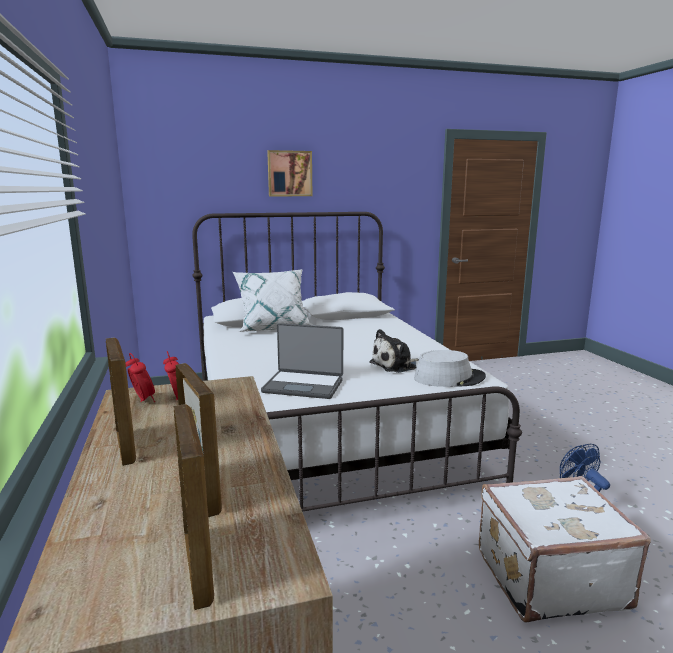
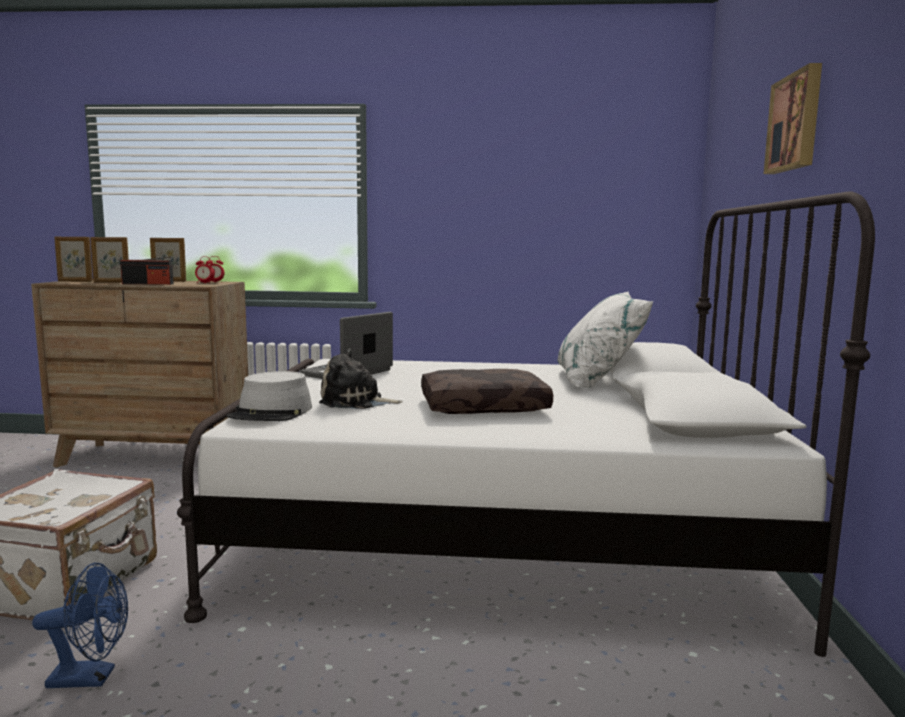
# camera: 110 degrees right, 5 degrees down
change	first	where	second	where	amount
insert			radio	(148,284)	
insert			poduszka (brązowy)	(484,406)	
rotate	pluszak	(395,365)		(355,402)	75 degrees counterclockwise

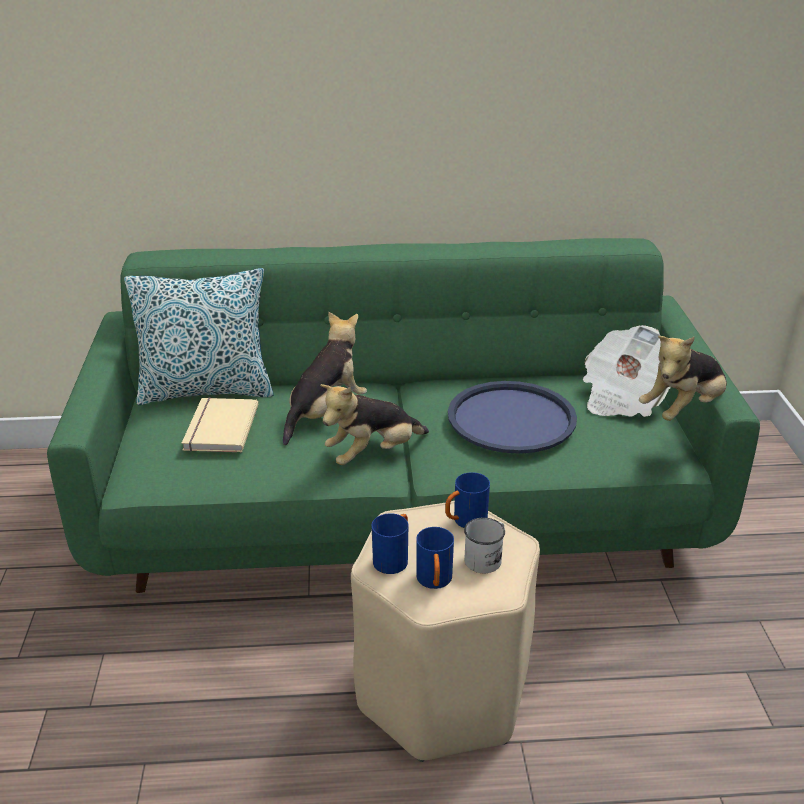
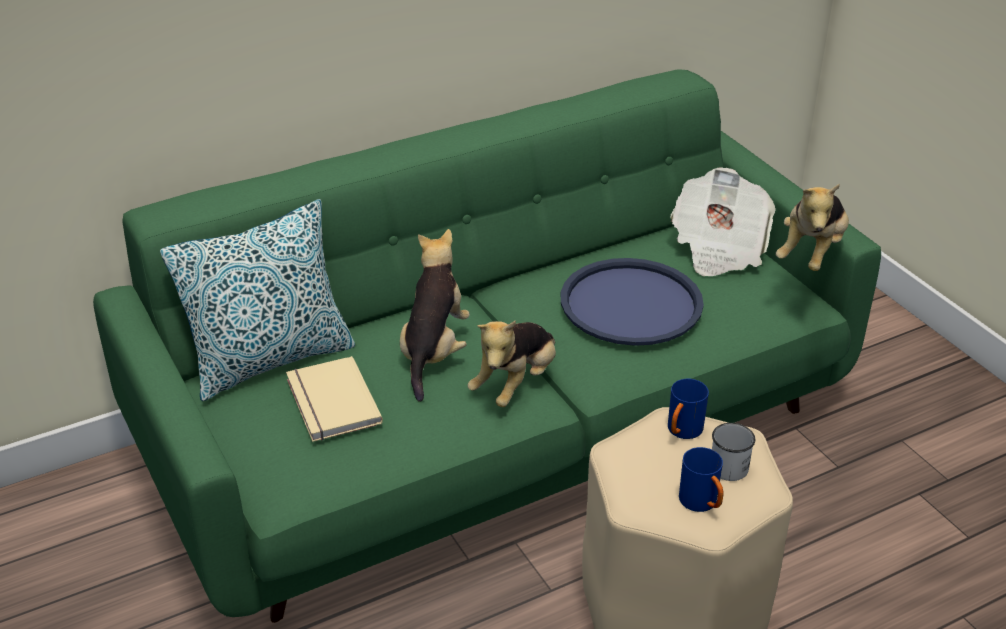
# camera: 25 degrees left, 5 degrees up
change	first	where	second	where	amount
delete	kubek (niebieski)	(394,558)			

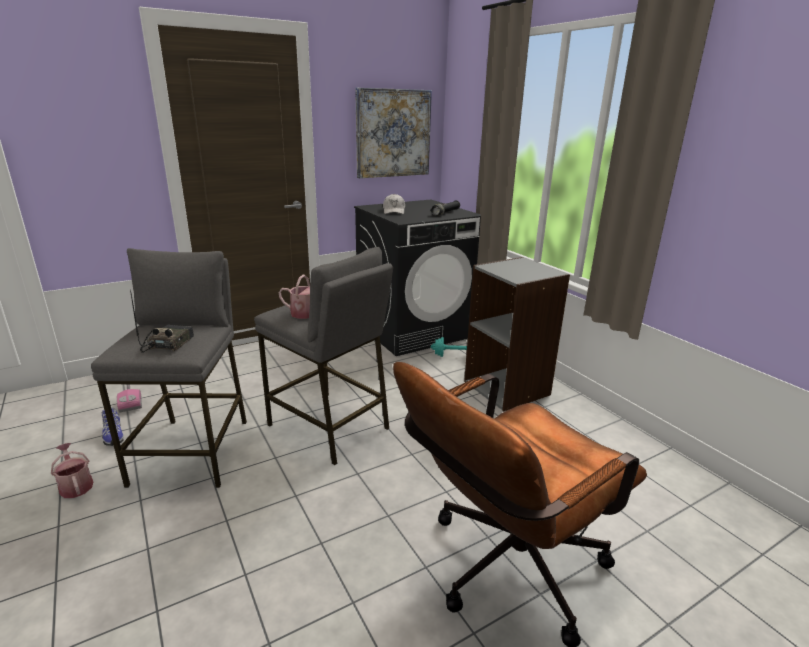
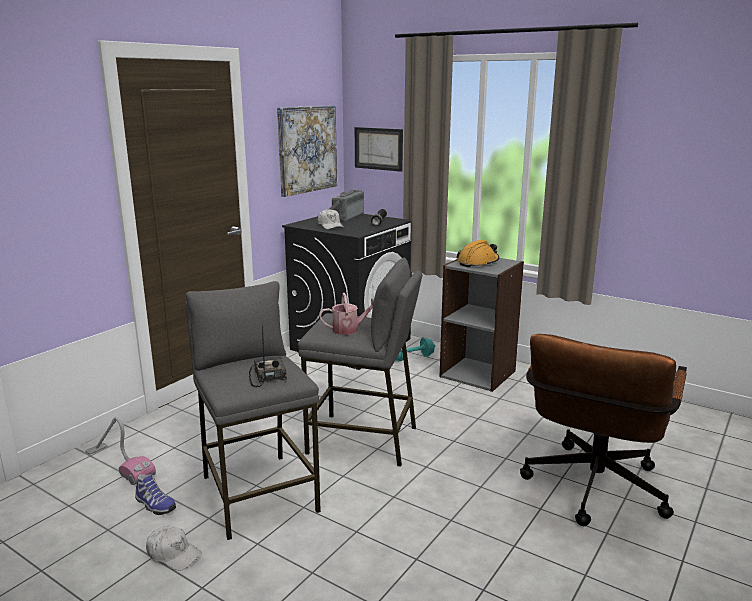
# camera: 25 degrees left, 5 degrees down
change	first	where	second	where	amount
insert			radio	(346,217)	
insert			obraz	(378,148)	
insert			kask (pomarańczowy)	(478,262)	
replace	konewka	(75,485)	czapka z daszkiem (biały)	(173,554)	

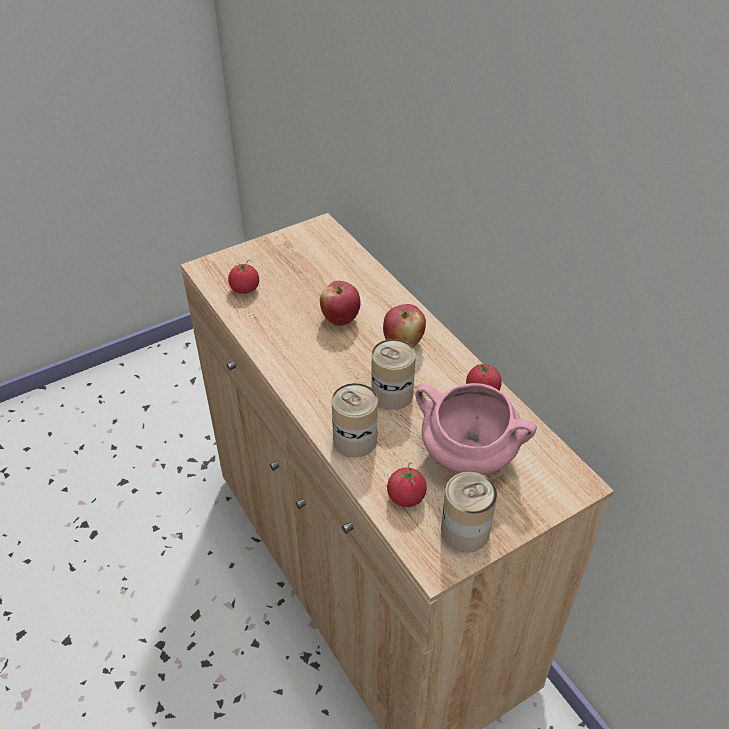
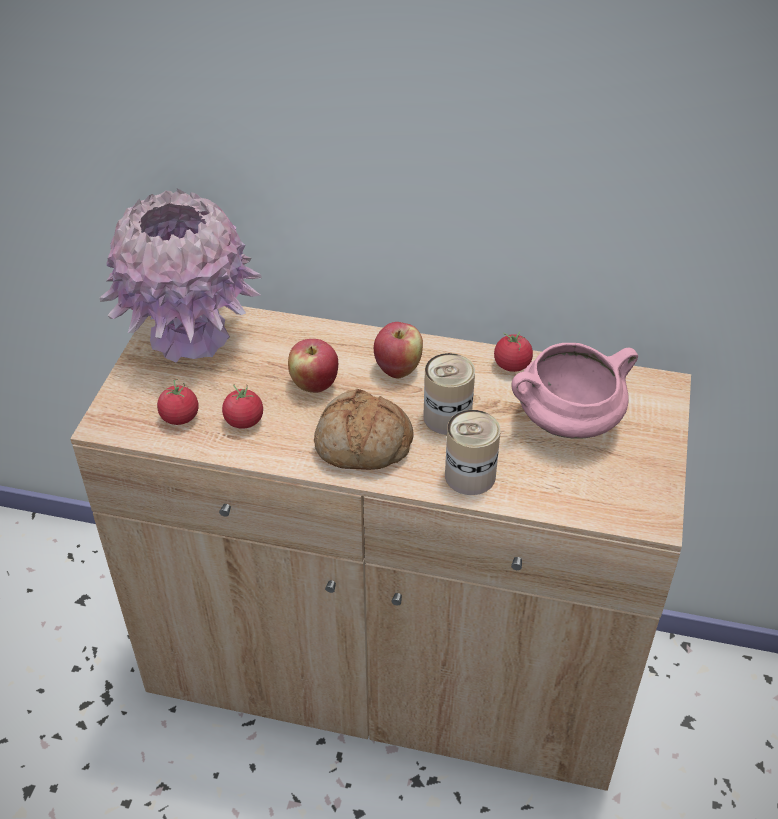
# camera: 45 degrees left, 0 degrees up
change	first	where	second	where	amount
delete	puszka	(465,531)			
insert			wazon (różowy)	(189,335)	
insert			chleb	(362,445)	
move	pomidor	(406,497)		(244,421)	

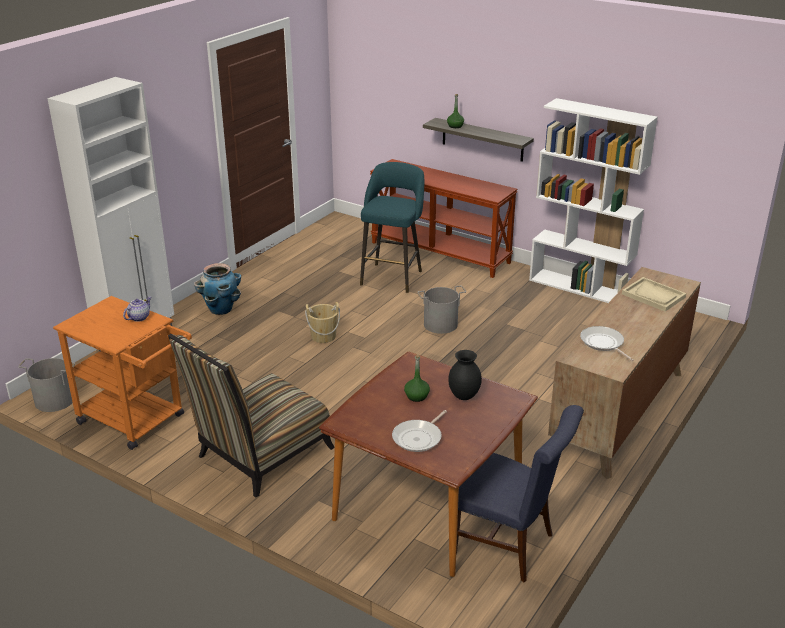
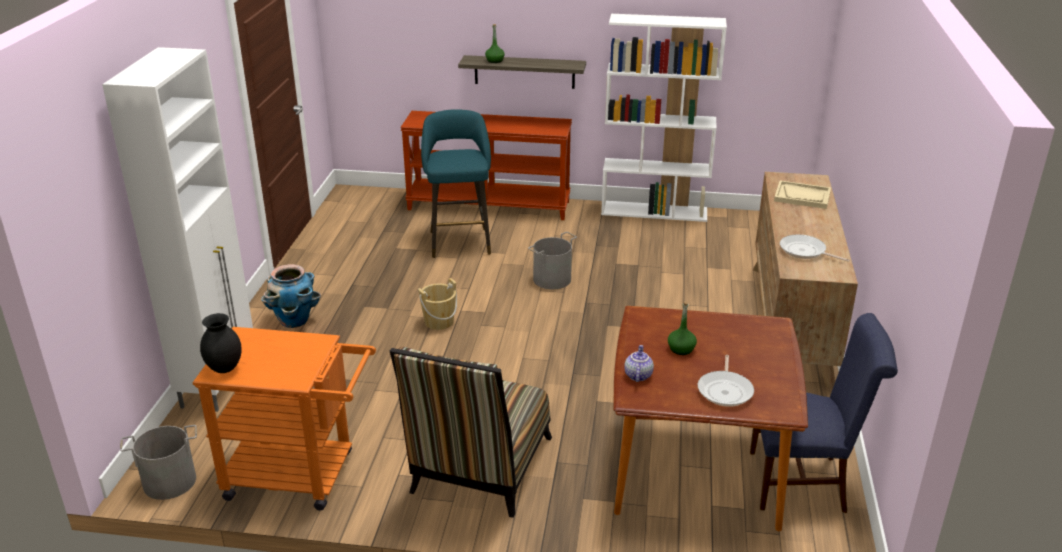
# camera: 25 degrees left, 0 degrees up
change	first	where	second	where	amount
move	imbryk	(139,317)		(637,375)	
move	wazon (czarny)	(463,396)		(224,369)	

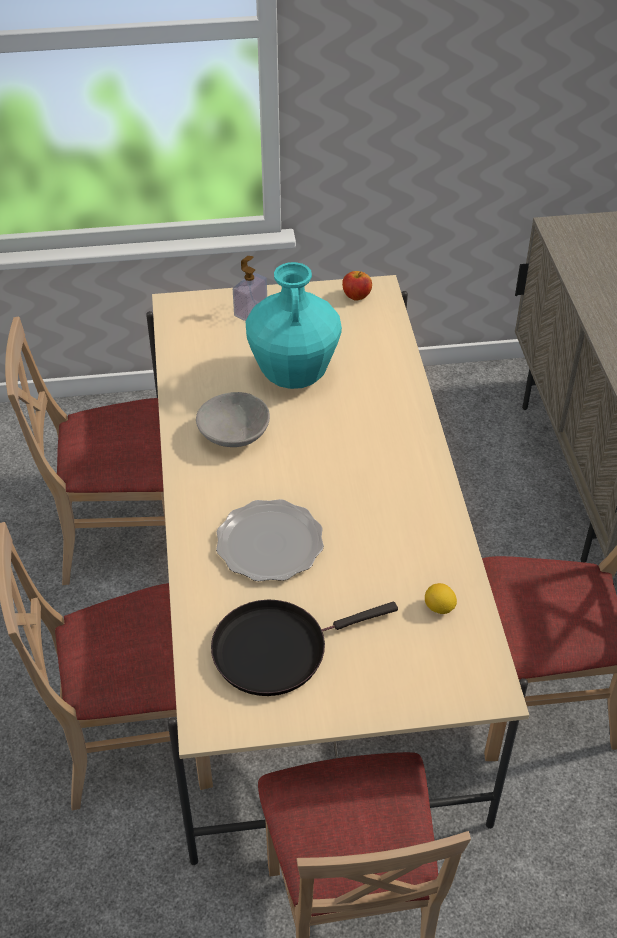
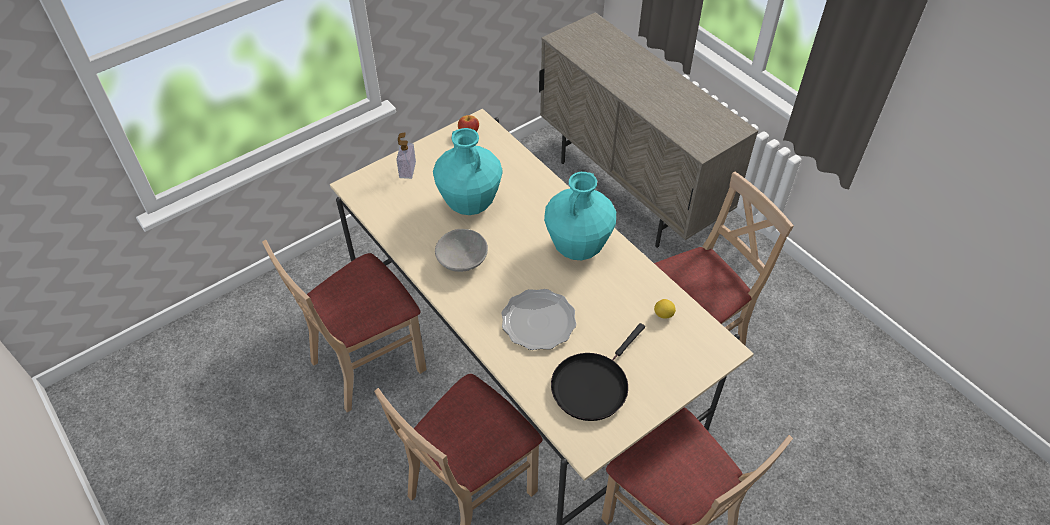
# camera: 30 degrees left, 5 degrees up
change	first	where	second	where	amount
insert			wazon (turkusowy)	(578,247)	

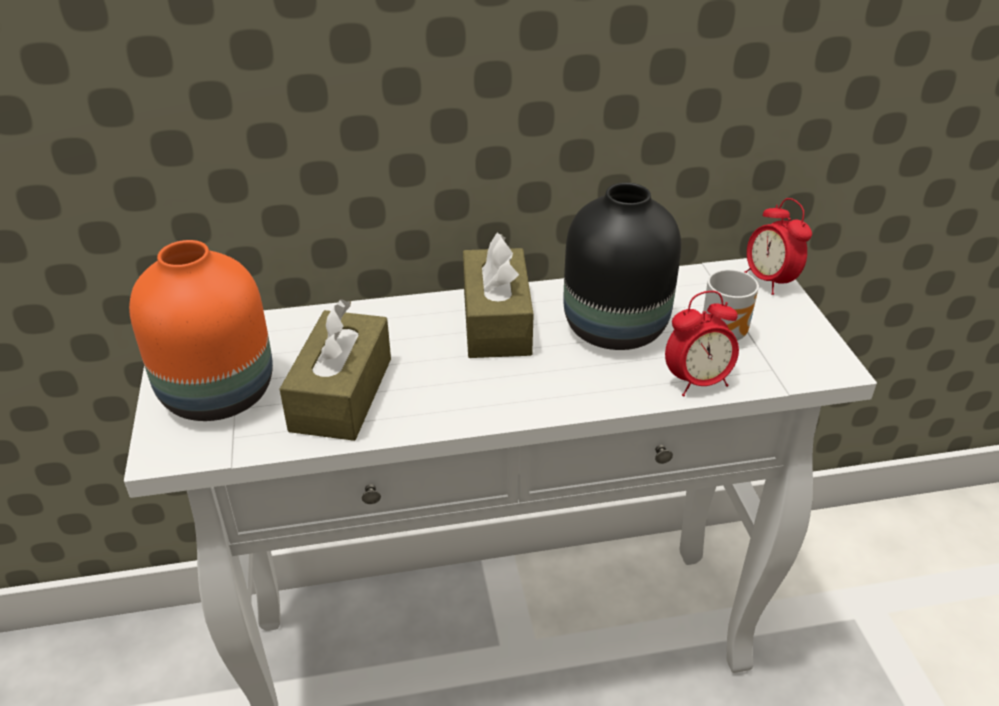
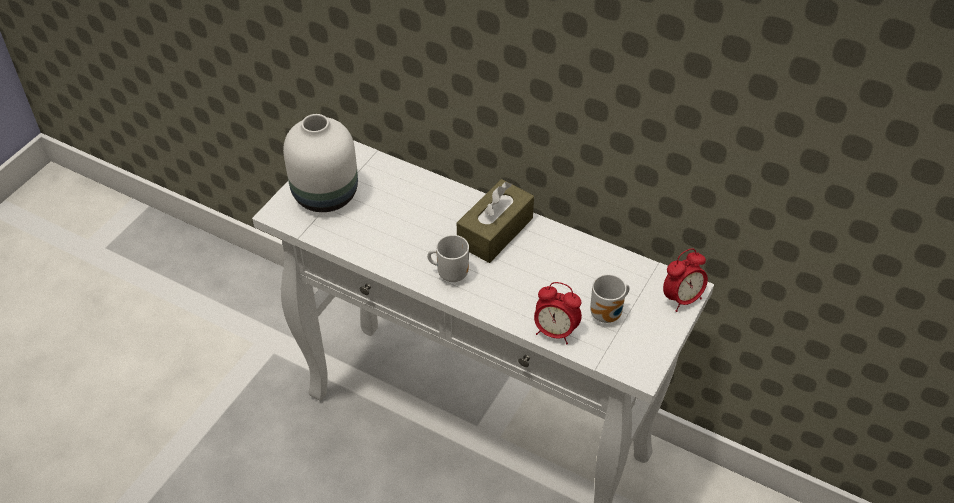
# camera: 40 degrees right, 10 degrees up
change	first	where	second	where	amount
delete	pudełko chusteczek (brązowy)	(341,394)			
delete	wazon (czarny)	(614,330)			
insert			kubek	(451,273)	
recolor	wazon (pomarańczowy)	(217,396)	wazon (biały)	(324,196)	
rotate	budzik	(769,281)		(682,299)	135 degrees counterclockwise

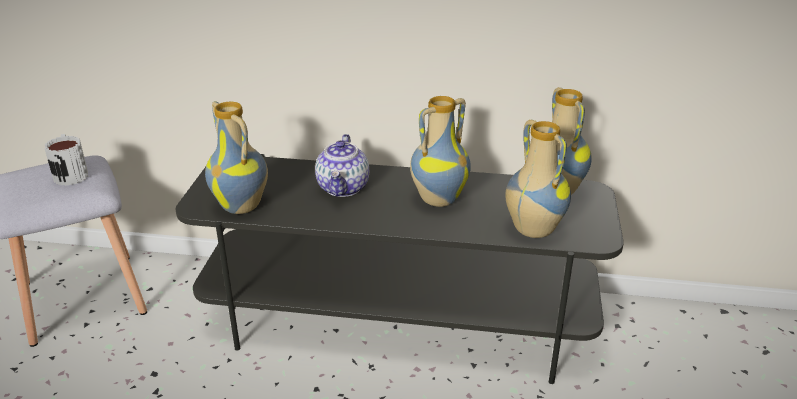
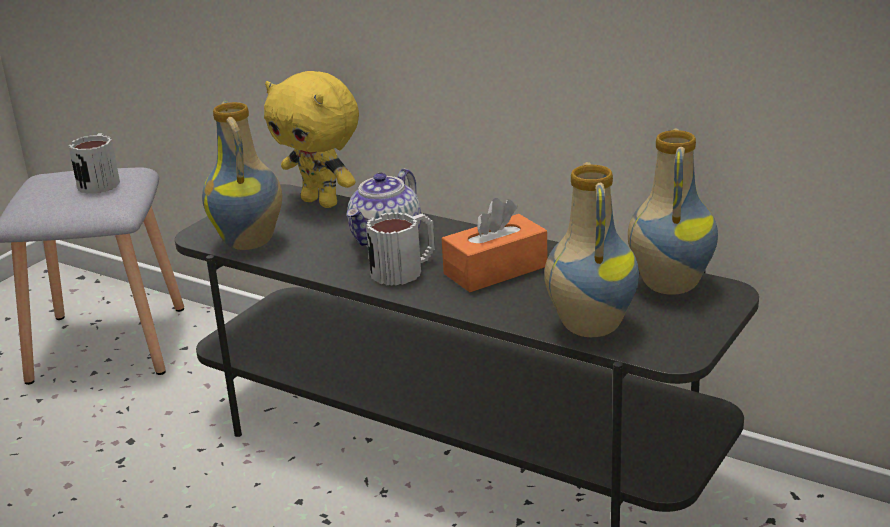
# camera: 25 degrees right, 5 degrees down
change	first	where	second	where	amount
insert			pluszak (żółty)	(322,202)	
insert			kubek	(405,270)	
replace	wazon	(438,199)	pudełko chusteczek (pomarańczowy)	(495,270)	

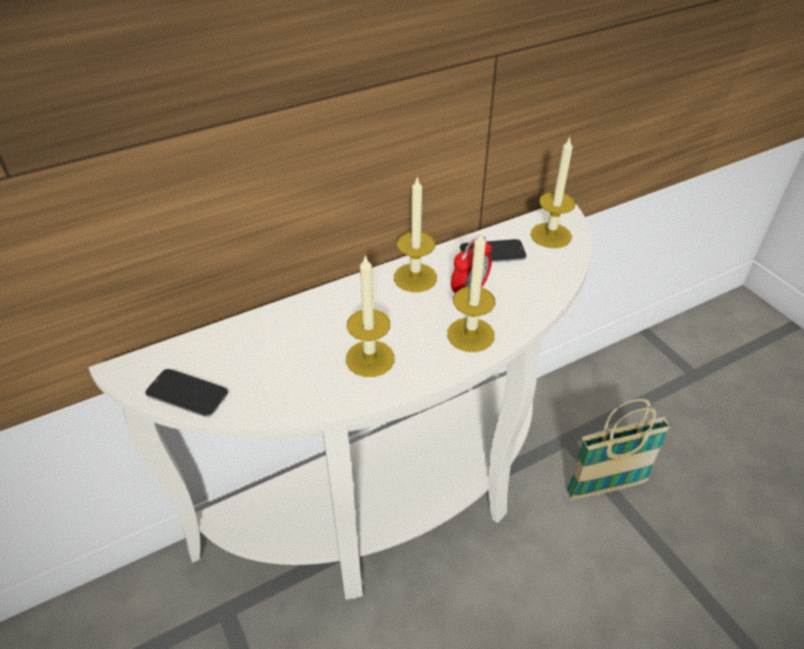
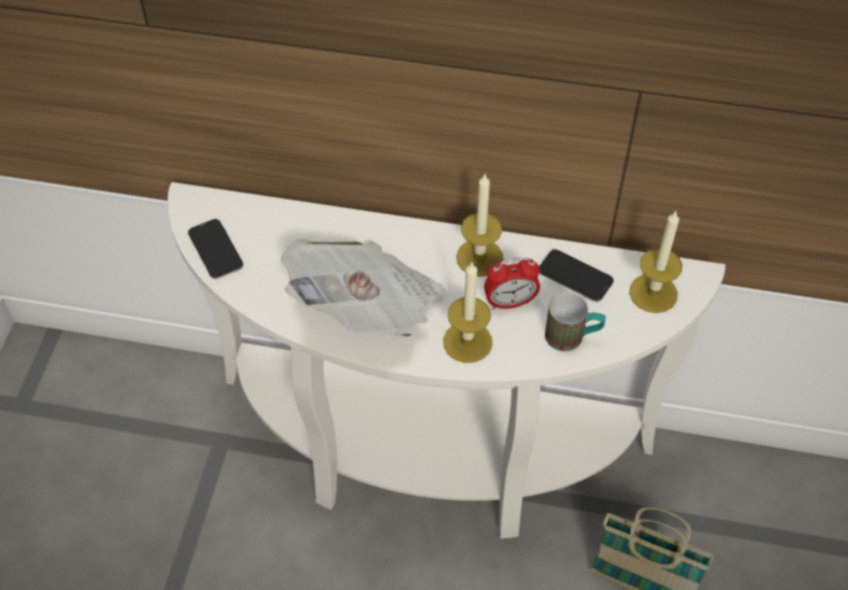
# camera: 40 degrees right, 10 degrees up
change	first	where	second	where	amount
insert			kubek	(572,337)	
replace	świeca	(370,358)	gazeta	(367,308)	

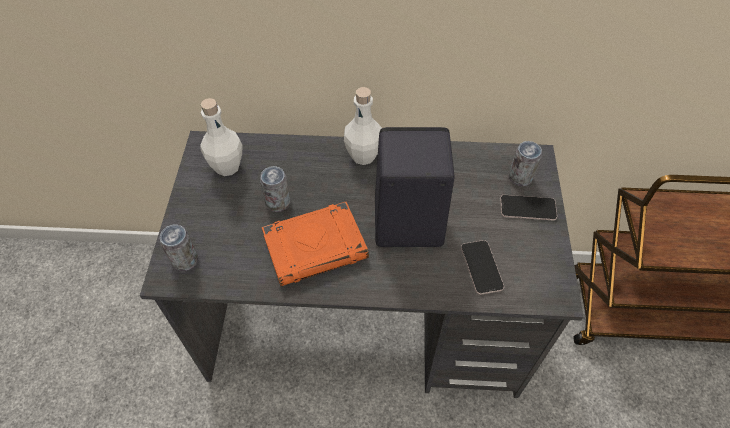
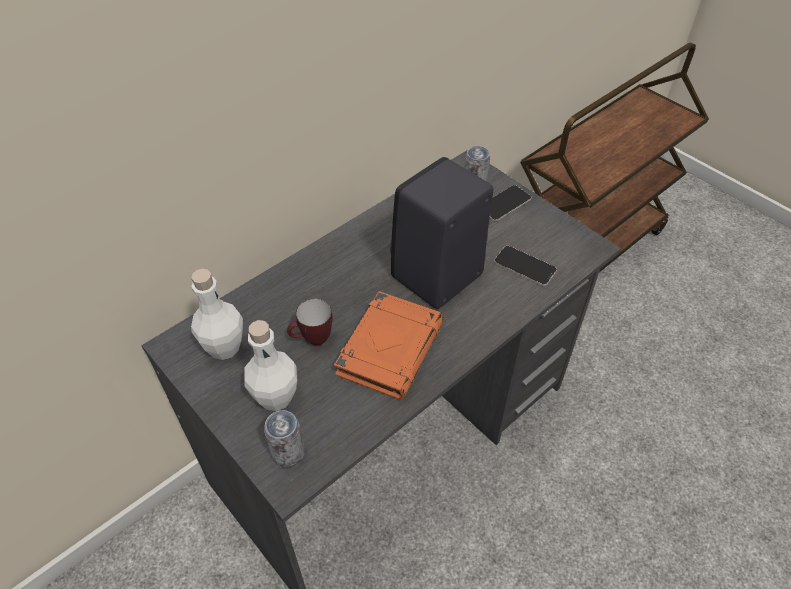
# camera: 45 degrees left, 5 degrees down
change	first	where	second	where	amount
move	butelka (biały)	(363,156)		(276,397)	
replace	puszka	(278,202)	kubek	(312,340)	

